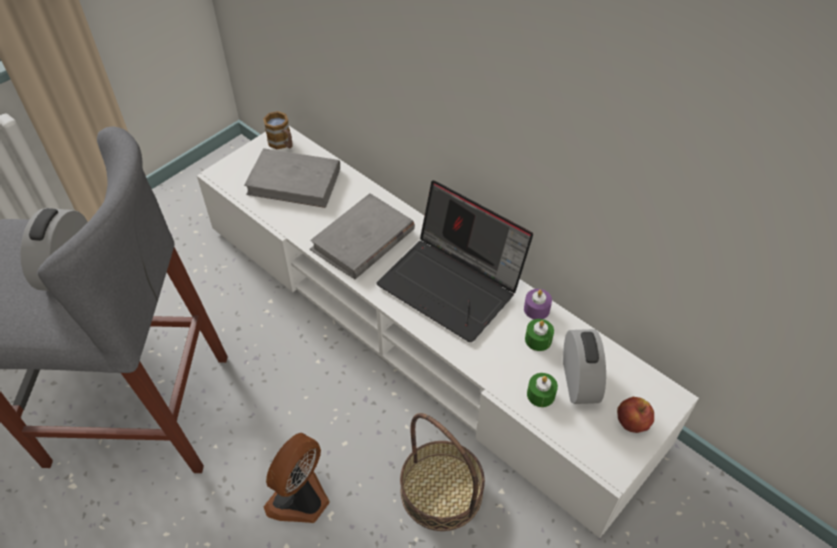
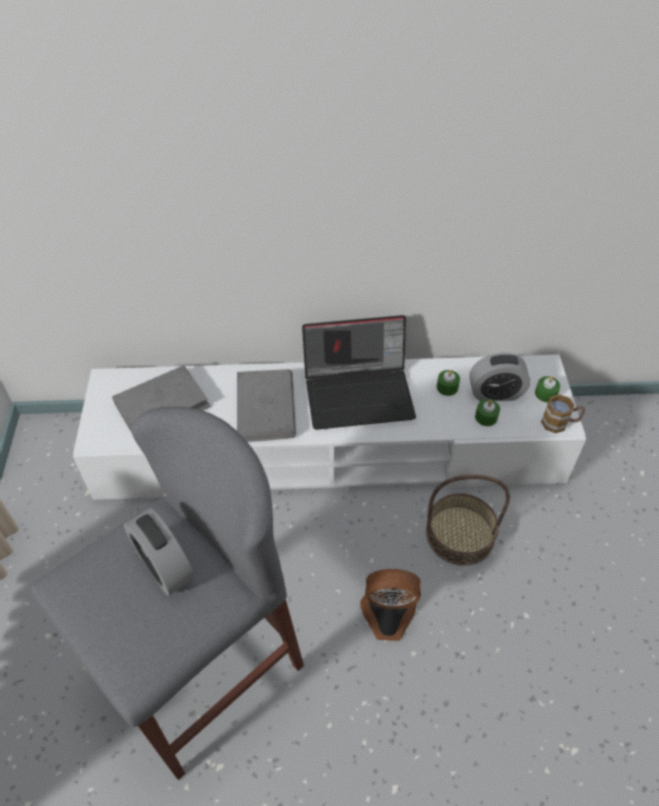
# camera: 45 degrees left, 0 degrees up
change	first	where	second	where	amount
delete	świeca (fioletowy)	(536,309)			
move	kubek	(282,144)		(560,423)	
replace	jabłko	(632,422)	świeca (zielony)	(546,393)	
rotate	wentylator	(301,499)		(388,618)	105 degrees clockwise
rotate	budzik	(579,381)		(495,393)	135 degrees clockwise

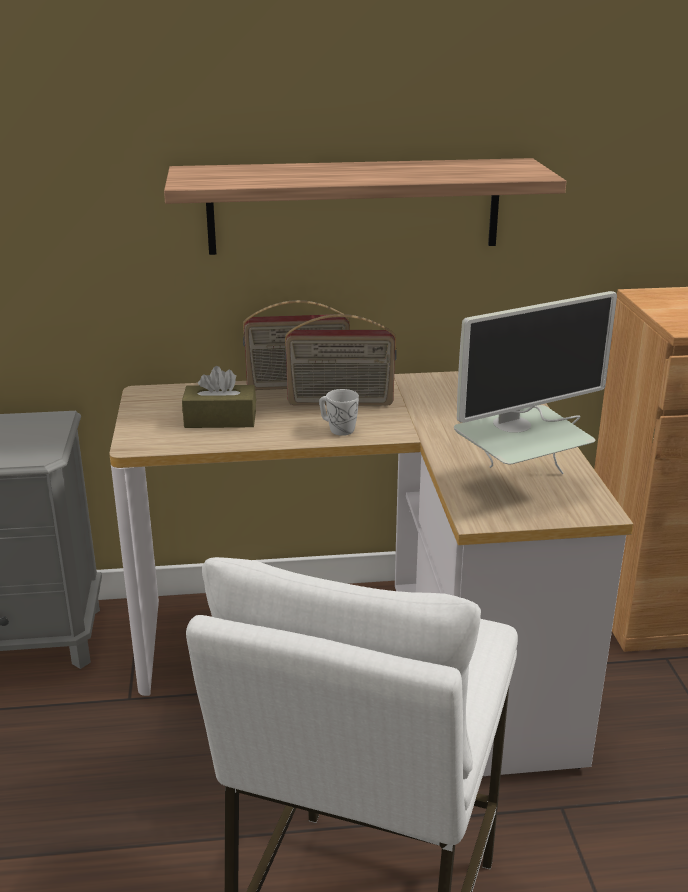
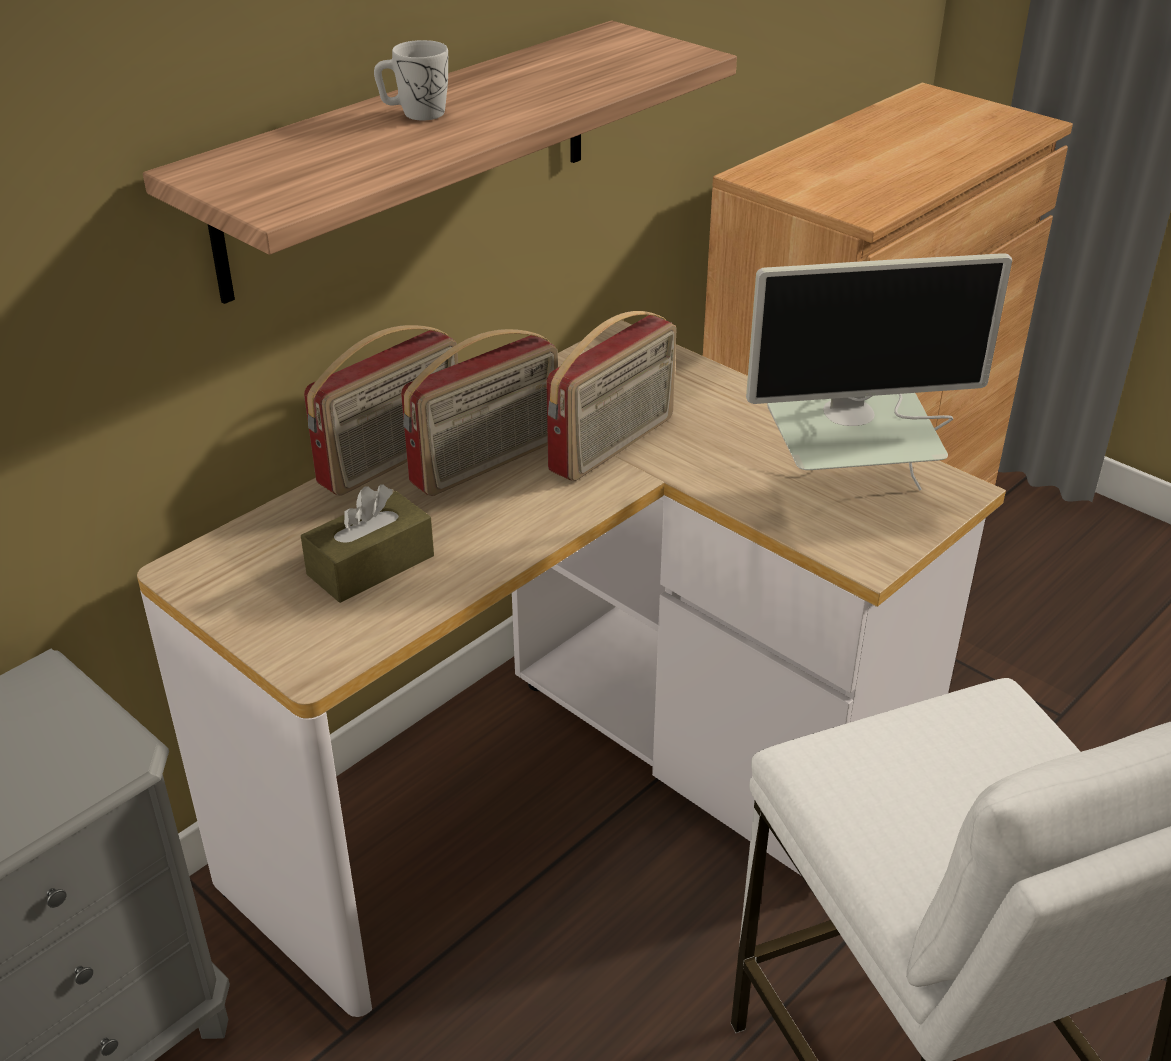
# camera: 40 degrees left, 10 degrees up
change	first	where	second	where	amount
insert			radio	(614,445)	
move	kubek (biały)	(337,429)		(414,113)	
rotate	monitor	(518,486)		(847,495)	60 degrees clockwise

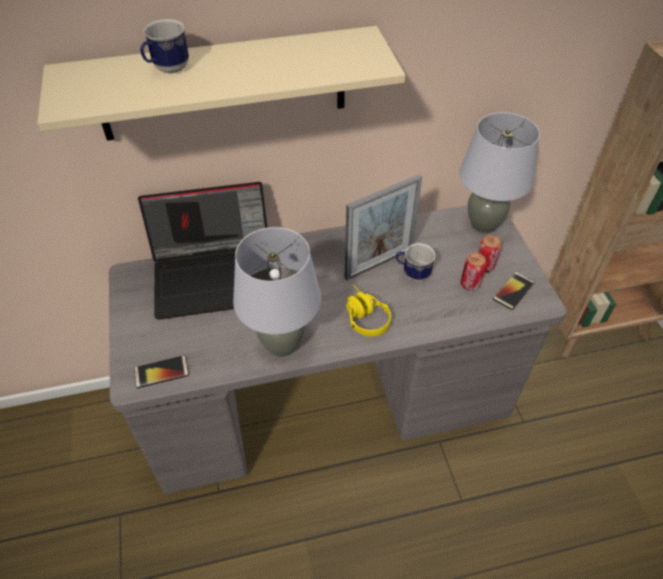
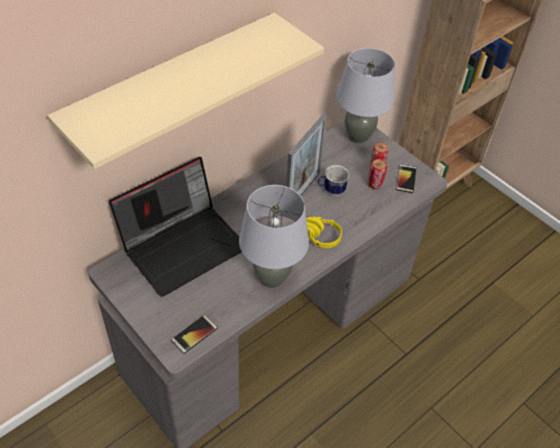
# camera: 30 degrees left, 0 degrees up
change	first	where	second	where	amount
delete	kubek	(167,70)			

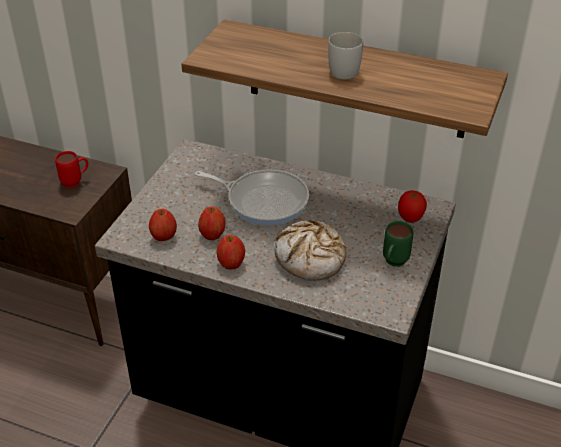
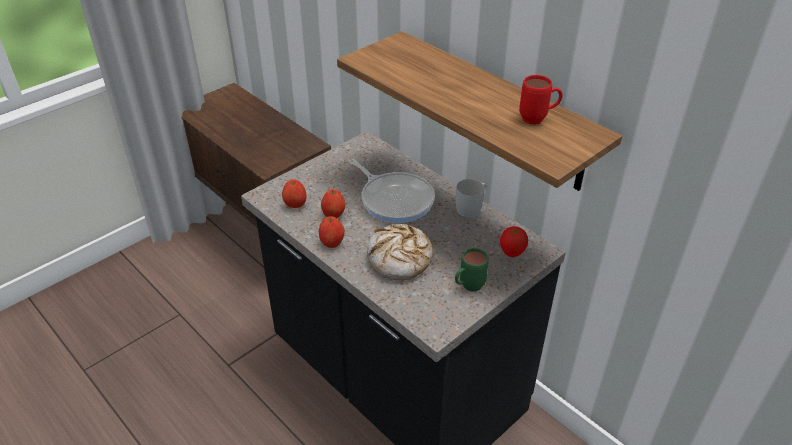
# camera: 25 degrees right, 0 degrees up
change	first	where	second	where	amount
move	kubek (czerwony)	(76,182)		(538,119)	
move	kubek (biały)	(346,69)		(471,208)	

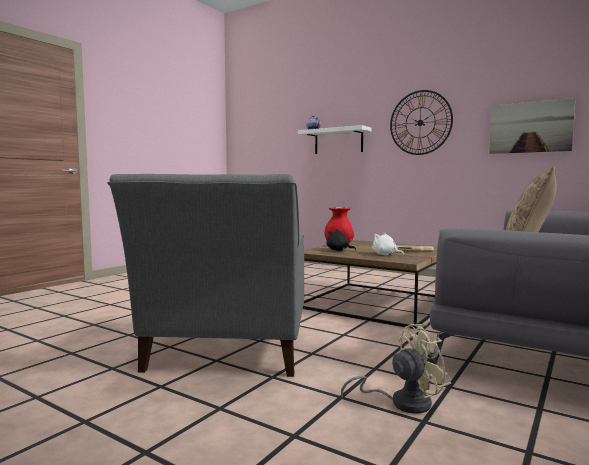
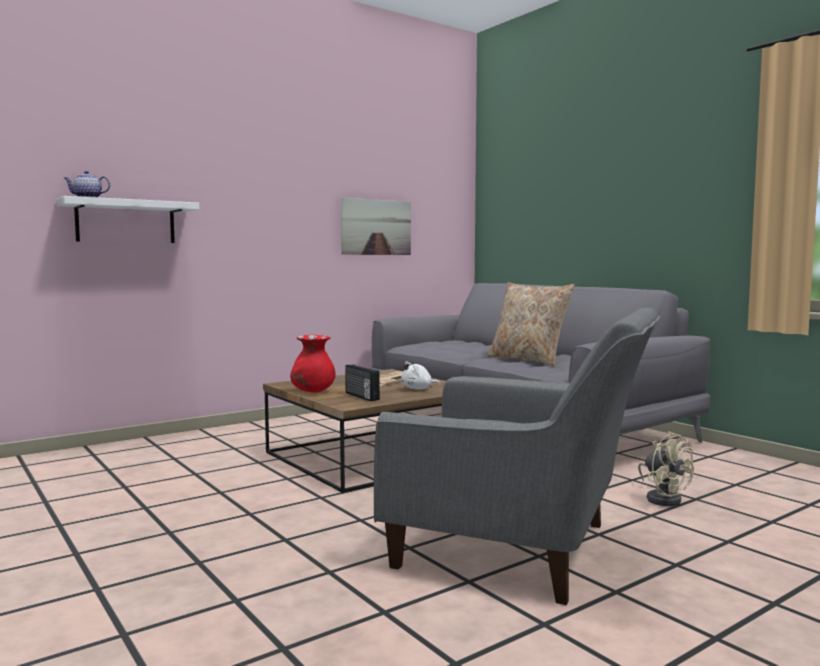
# camera: 70 degrees left, 0 degrees up
change	first	where	second	where	amount
delete	zegar ścienny	(420,122)			
replace	pluszak (czarny)	(338,250)	radio	(361,396)	
rotate	wentylator (beżowy)	(402,402)		(663,498)	150 degrees clockwise

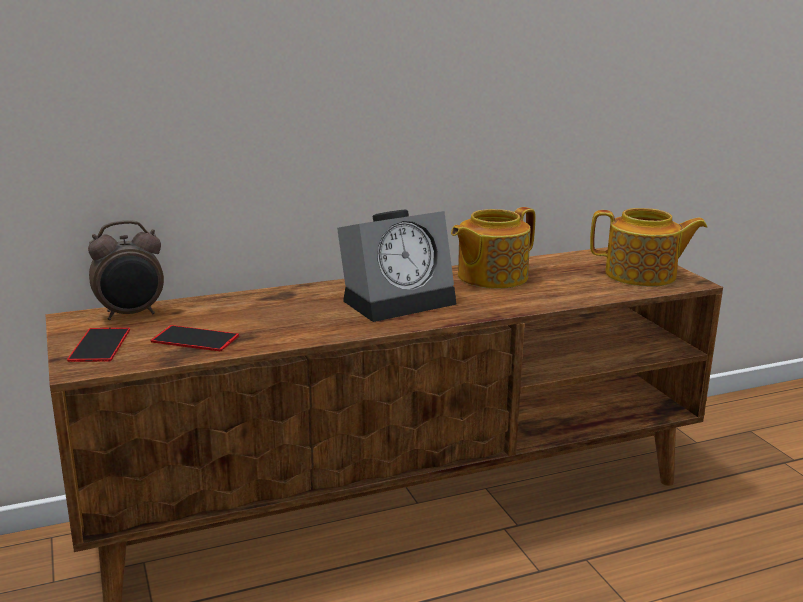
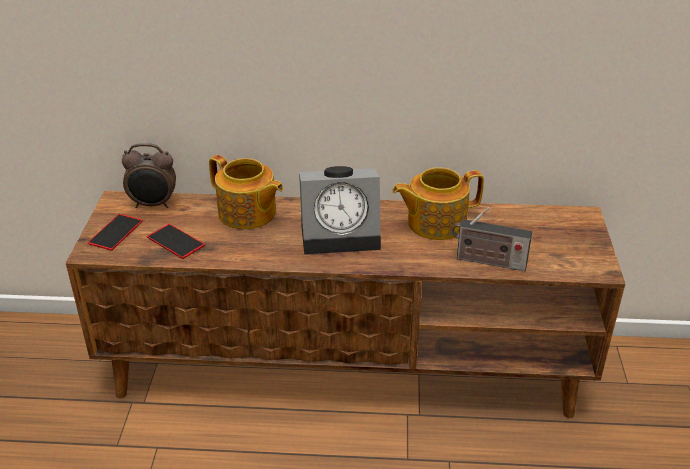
# camera: 25 degrees right, 15 degrees up
change	first	where	second	where	amount
insert			radio	(487,261)	
move	imbryk	(642,275)		(247,214)	

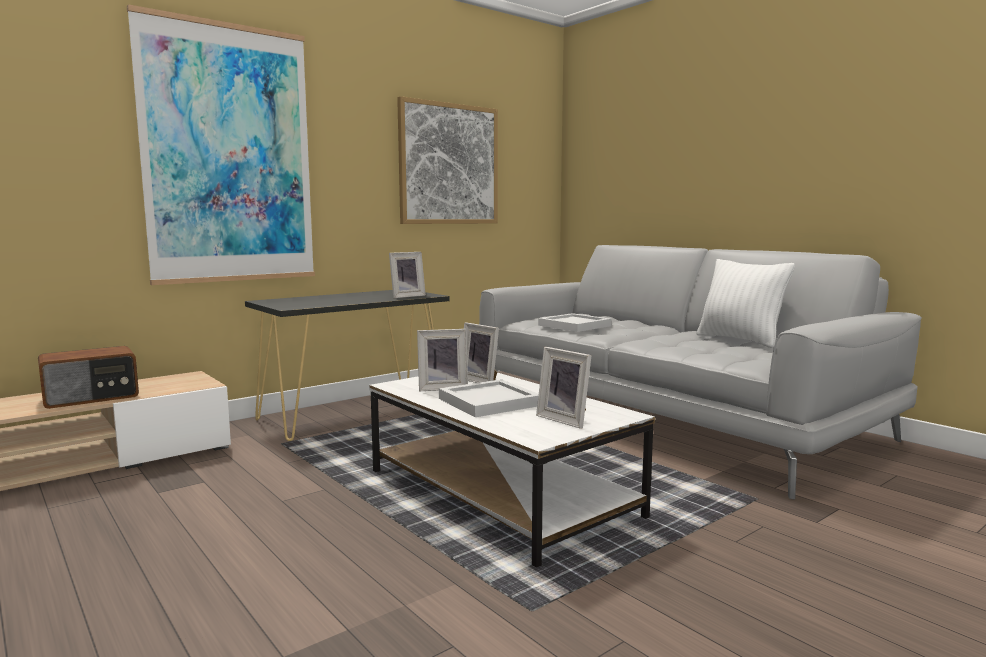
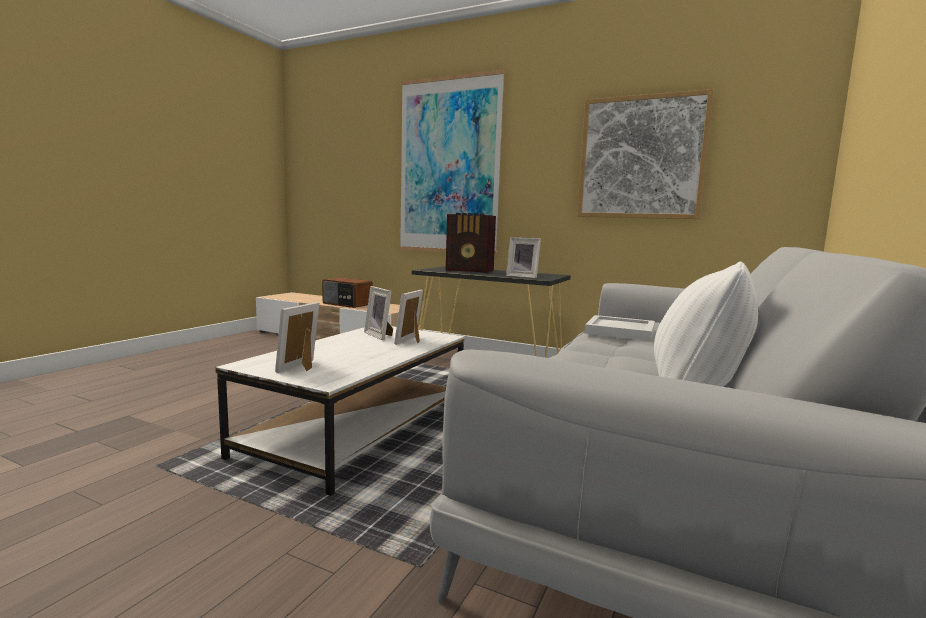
# camera: 65 degrees right, 0 degrees up
change	first	where	second	where	amount
delete	taca (biały)	(487,402)			
insert			radio	(470,271)	

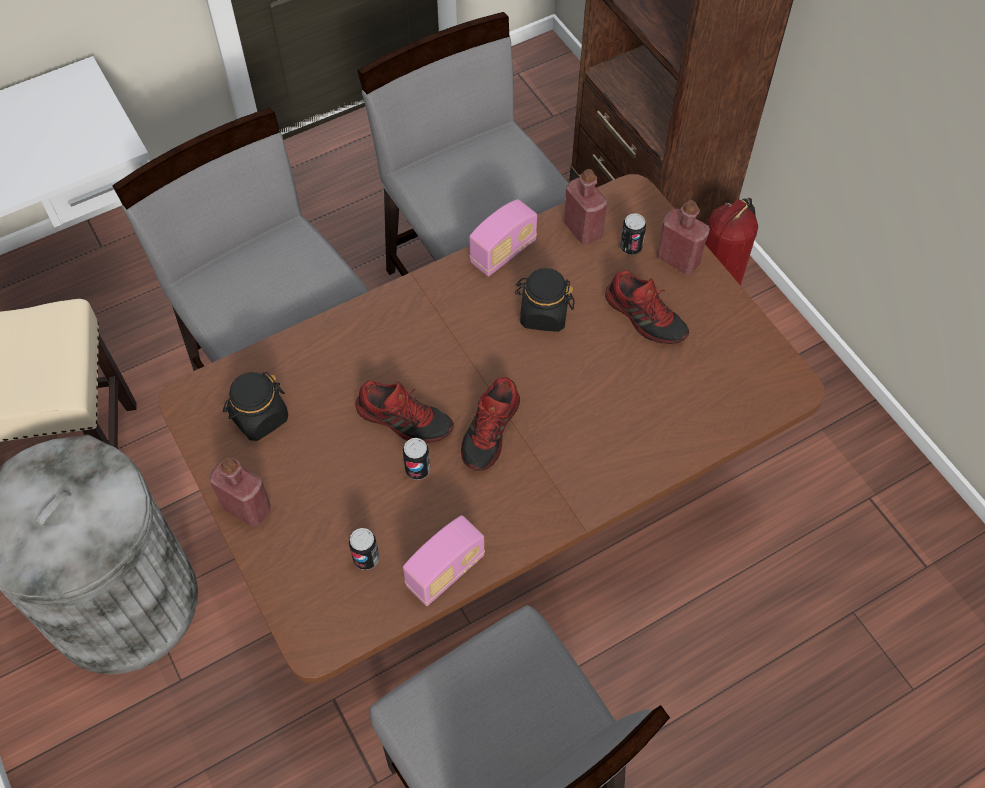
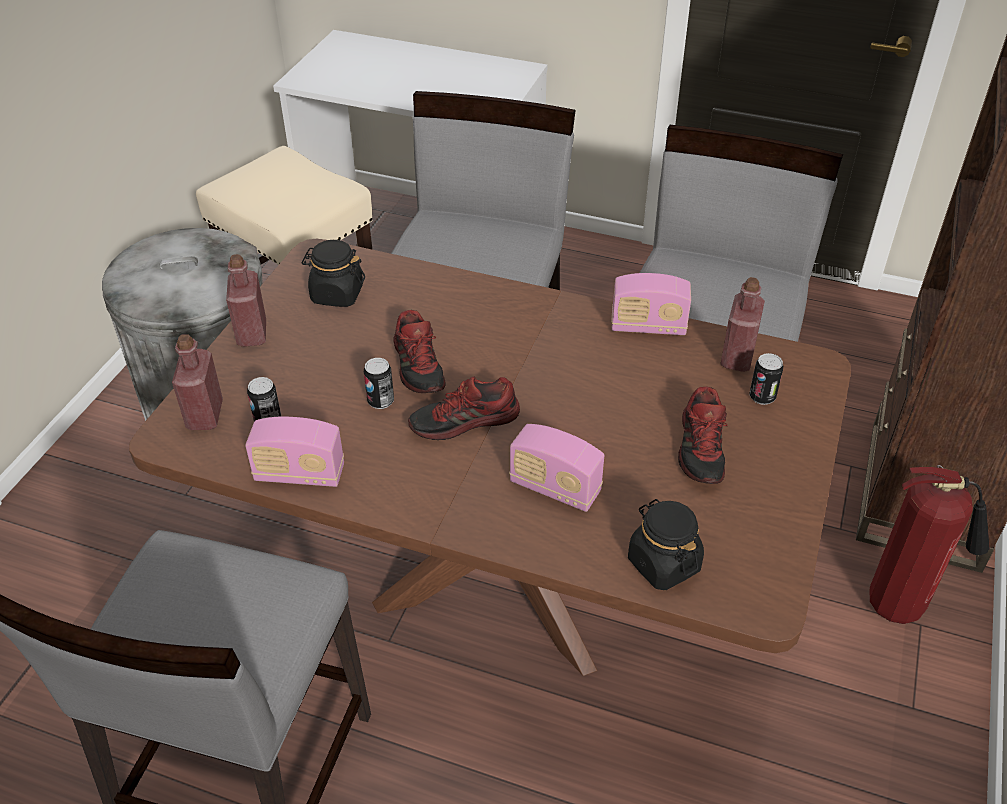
# camera: 50 degrees right, 15 degrees down
change	first	where	second	where	amount
insert			radio	(555,488)	
move	słoik (czarny)	(543,314)		(663,564)	
move	butelka (czerwony)	(678,260)		(205,415)	

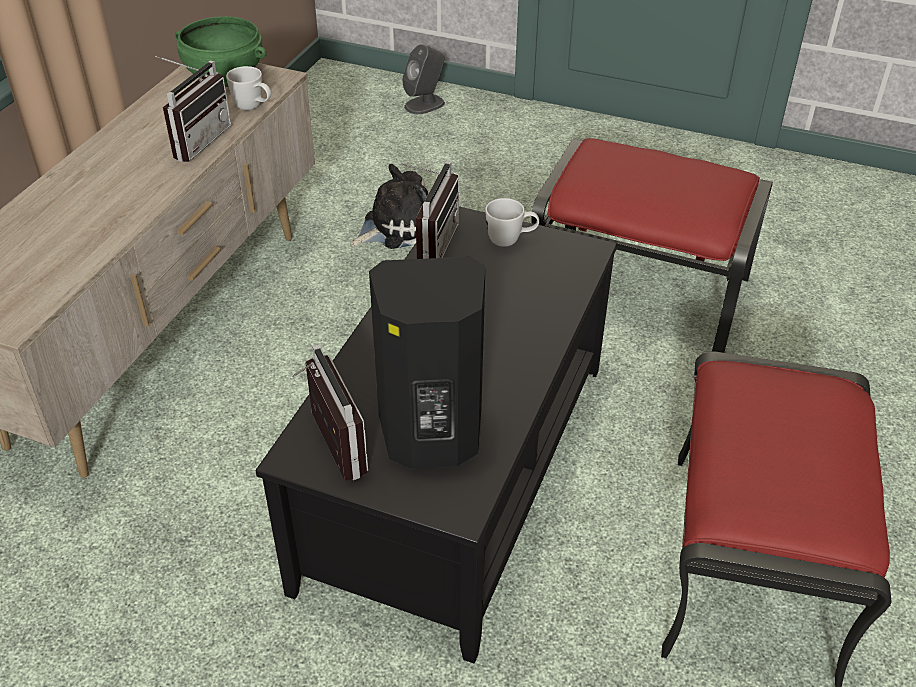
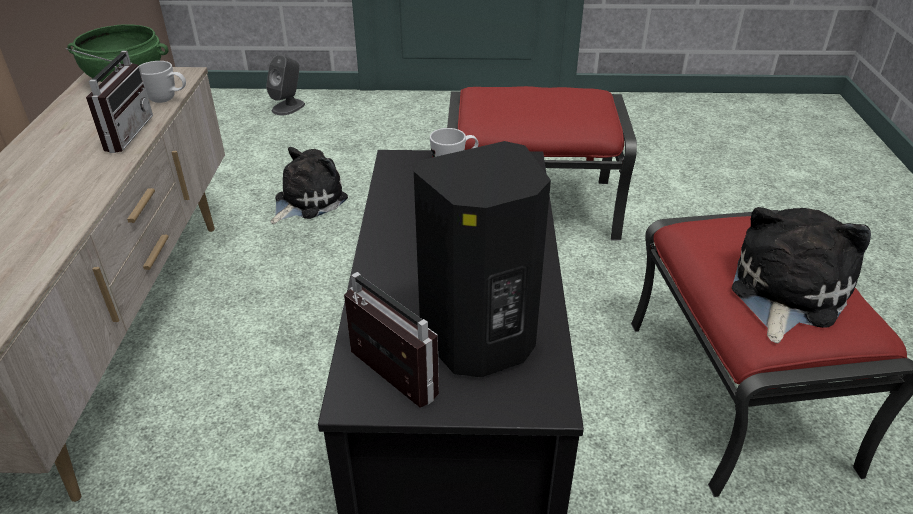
# camera: 20 degrees left, 5 degrees down
change	first	where	second	where	amount
delete	radio	(428,245)			
insert			pluszak	(785,293)	

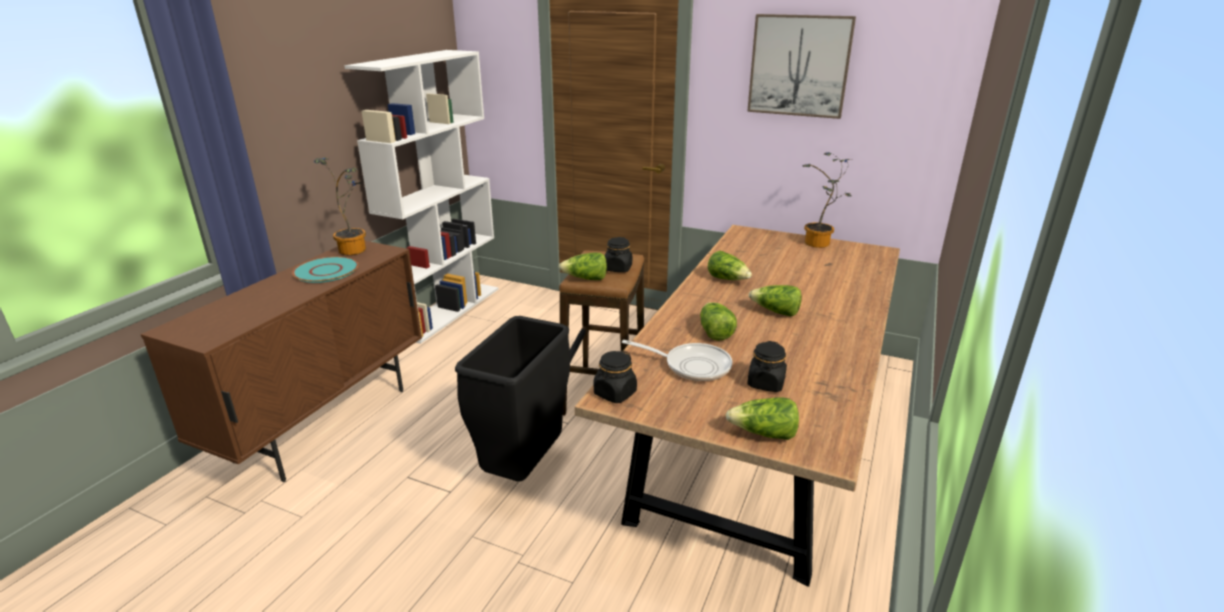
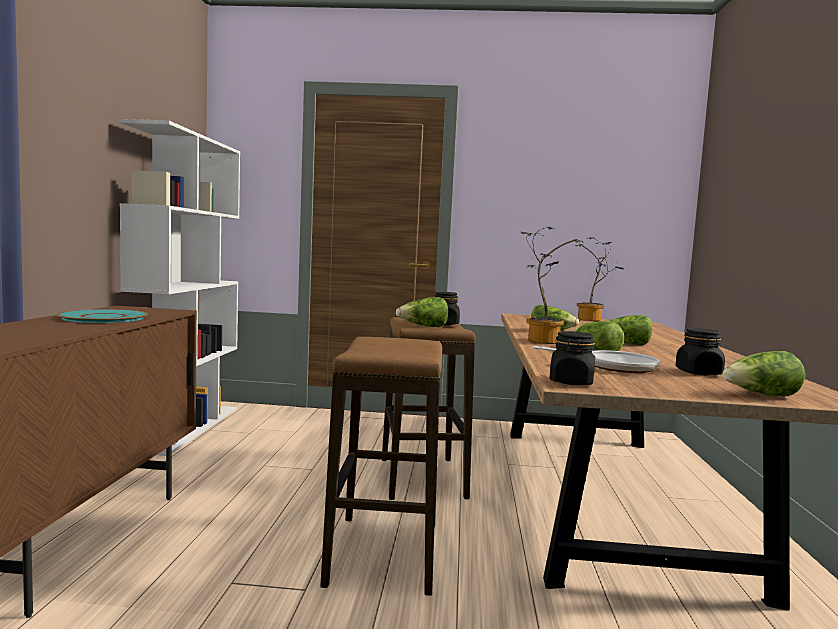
# camera: 20 degrees left, 20 degrees down
change	first	where	second	where	amount
delete	obraz	(799,66)			
move	roślina doniczkowa	(354,249)		(541,340)	
replace	kosz na śmieci (czarny)	(522,469)	stołek	(383,553)	

